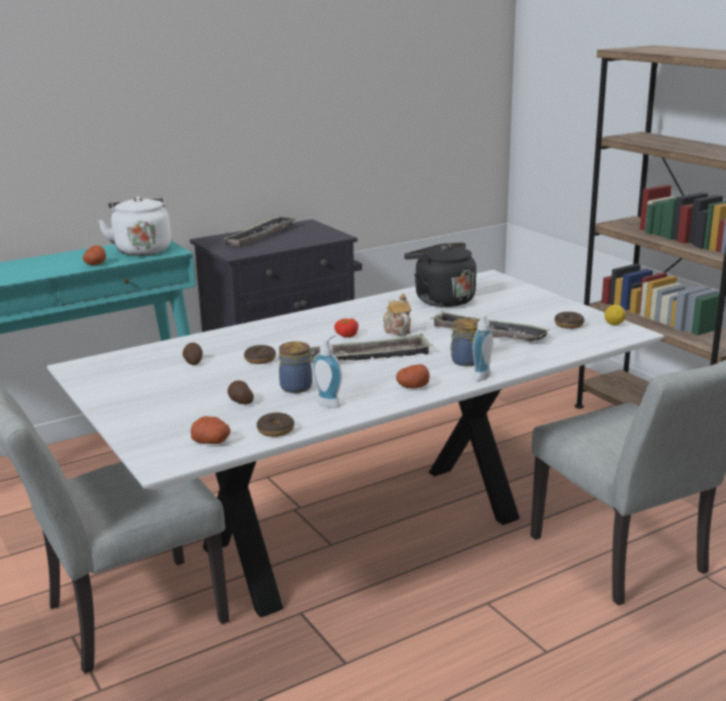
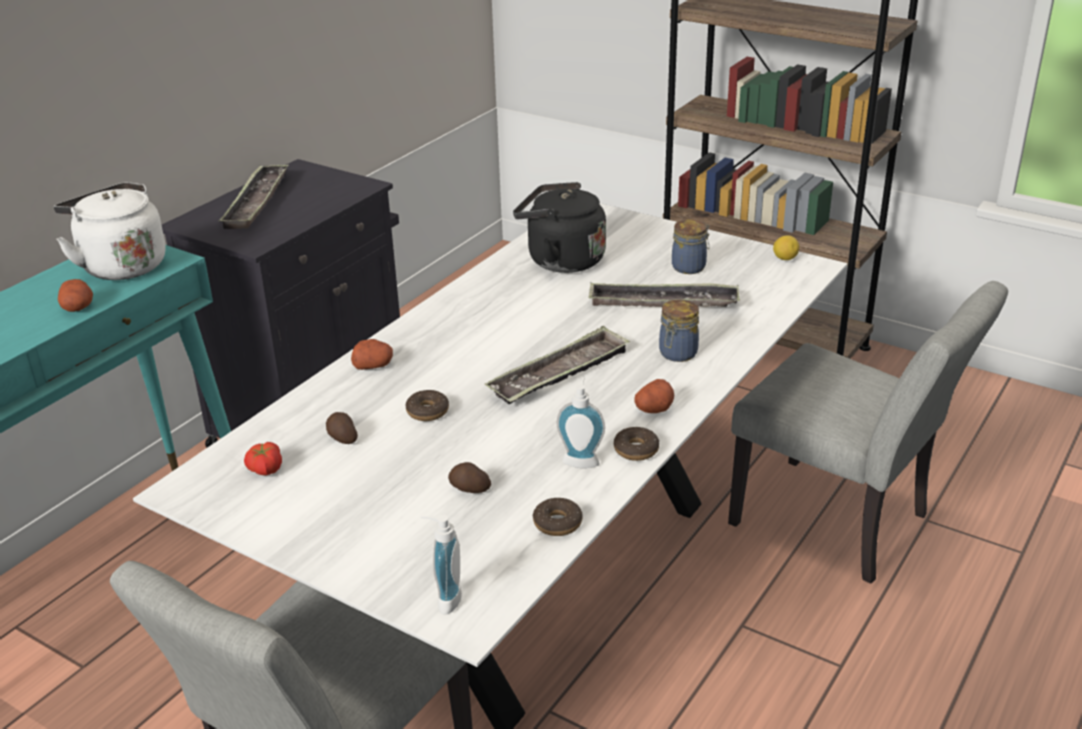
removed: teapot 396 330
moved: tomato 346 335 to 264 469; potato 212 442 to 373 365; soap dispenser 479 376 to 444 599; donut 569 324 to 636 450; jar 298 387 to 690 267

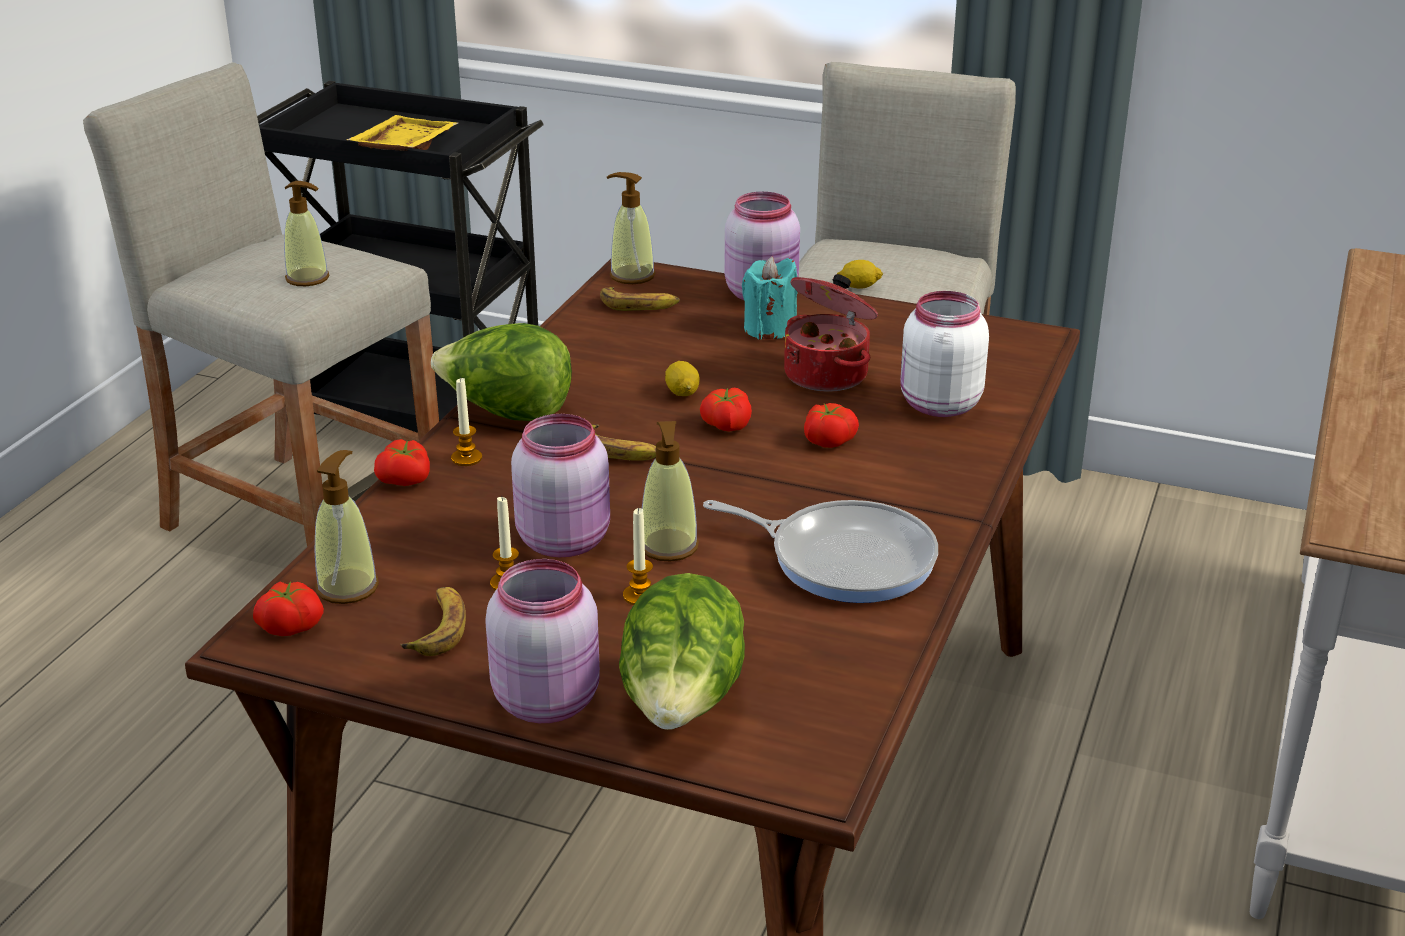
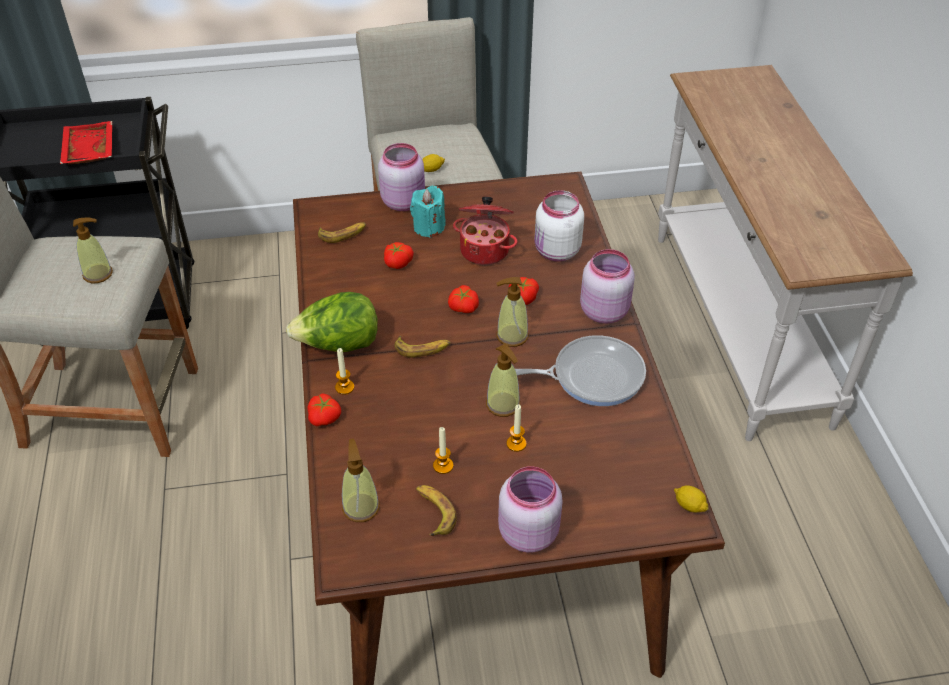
removed: lettuce 682 706
moved: tomato 291 625 to 397 262; soap dispenser 632 276 to 512 336; jar (pink) 565 539 to 604 310; lemon 682 393 to 689 505
recoloured: tray (yellow) 403 148 to tray (red) 88 152

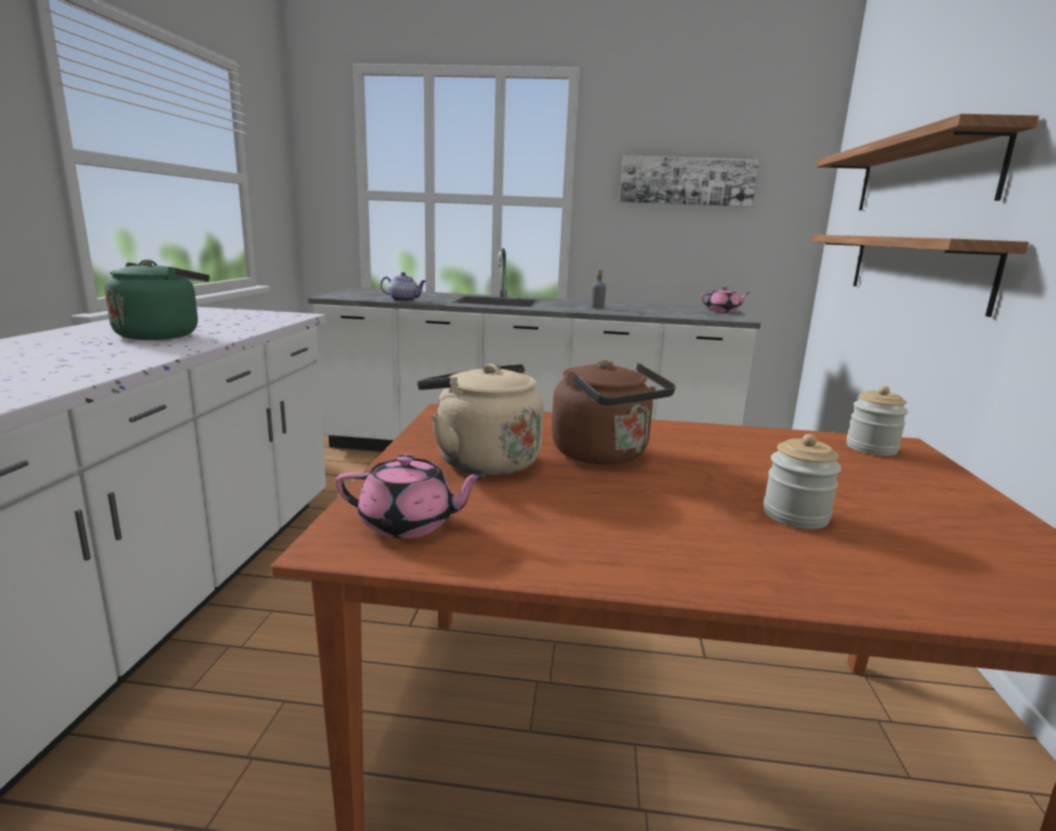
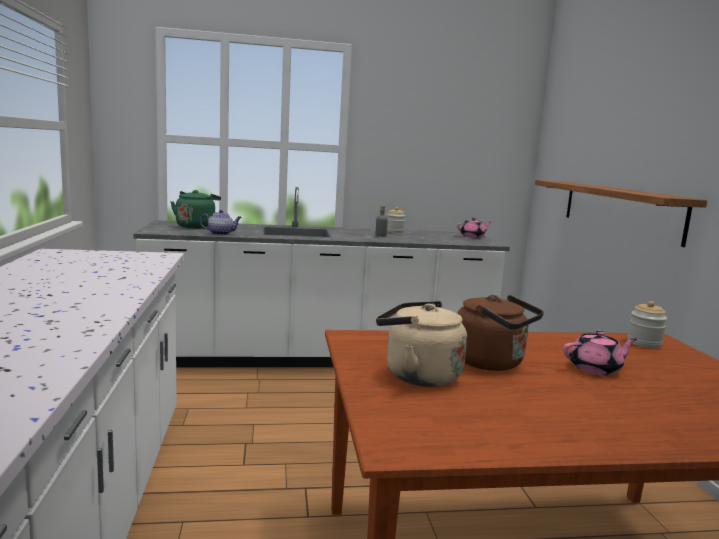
removed: picture 687 181; shelf 922 175
moved: kettle (green) 162 335 to 196 226; jar 795 515 to 394 231; teapot (pink) 409 524 to 596 369

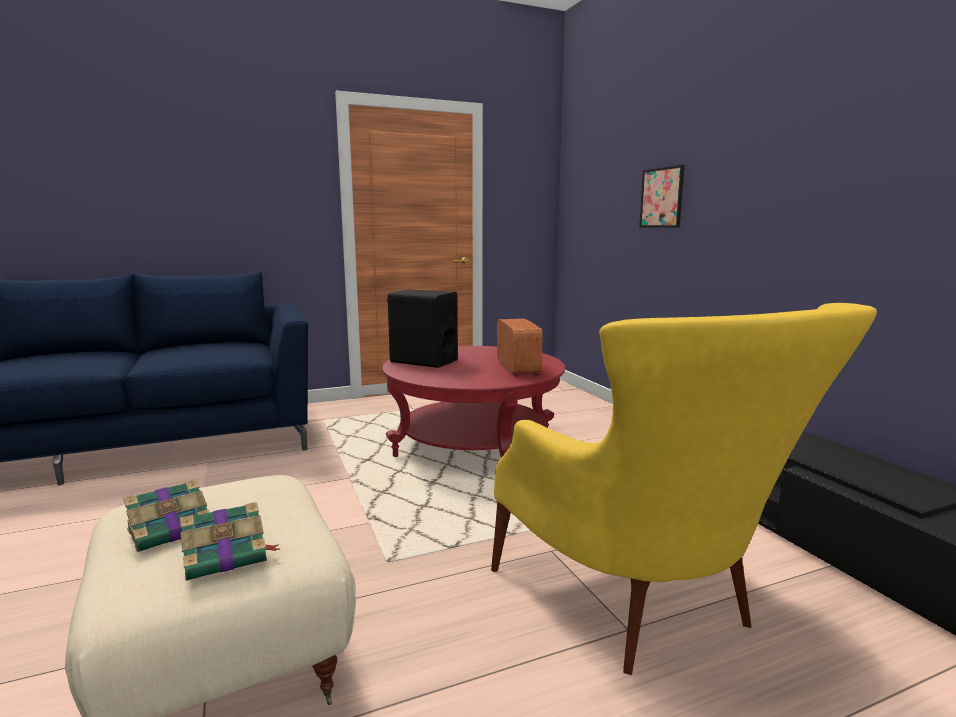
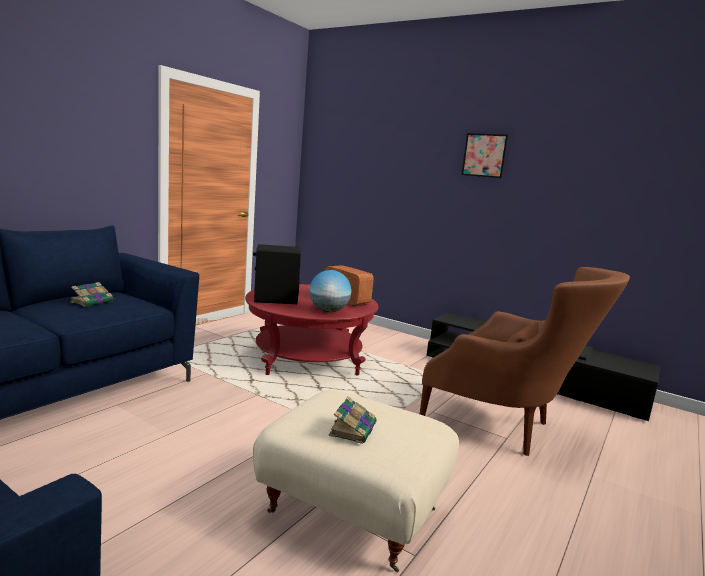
added: globe 328 311
moved: book 227 556 to 93 302; picture 661 197 to 484 155
recoloured: armchair (yellow) 648 610 to armchair (brown) 504 428

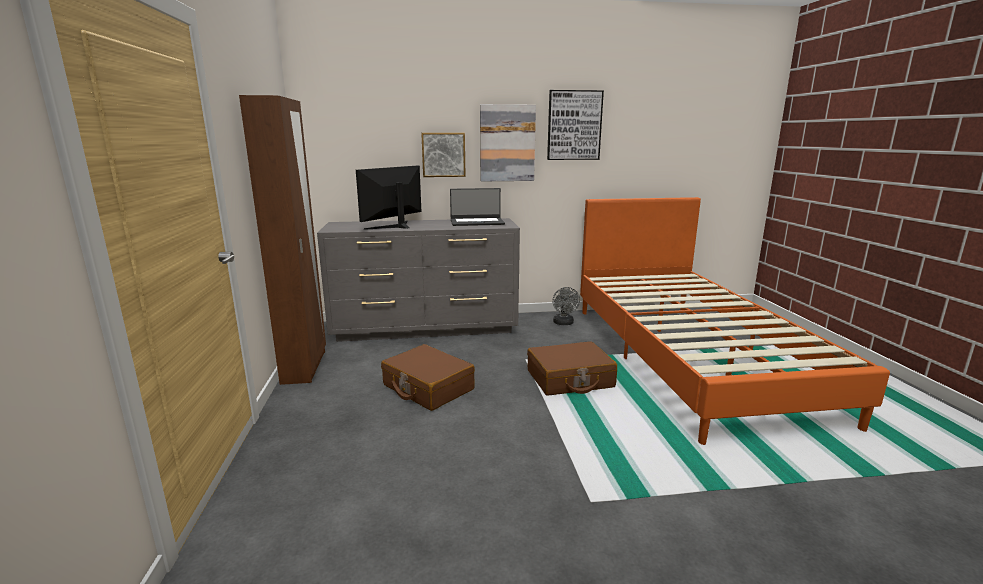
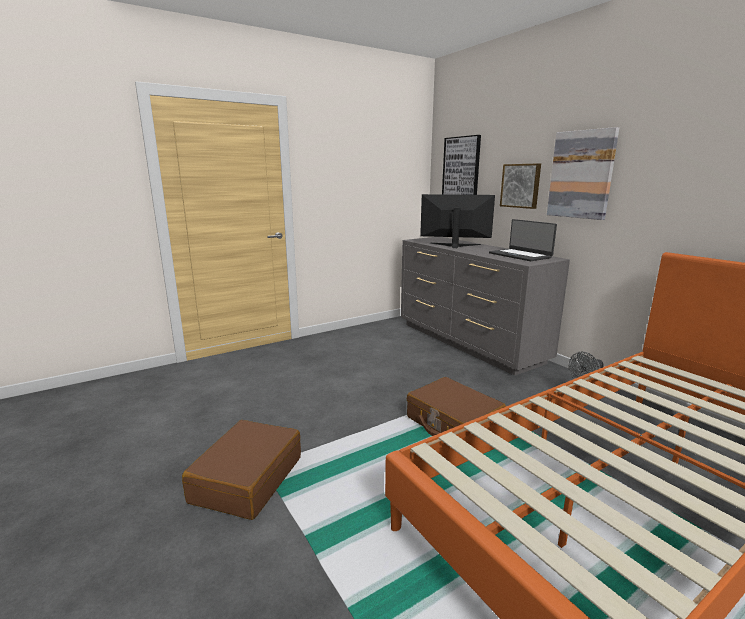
removed: wardrobe (brown) 305 367
moved: suitcase (brown) 427 387 to 247 479; picture 574 125 to 461 167

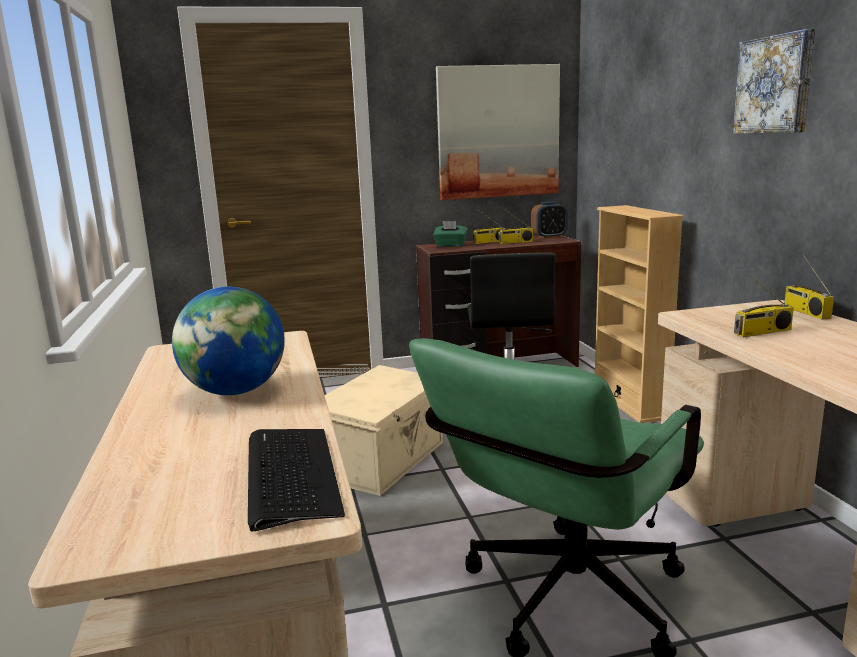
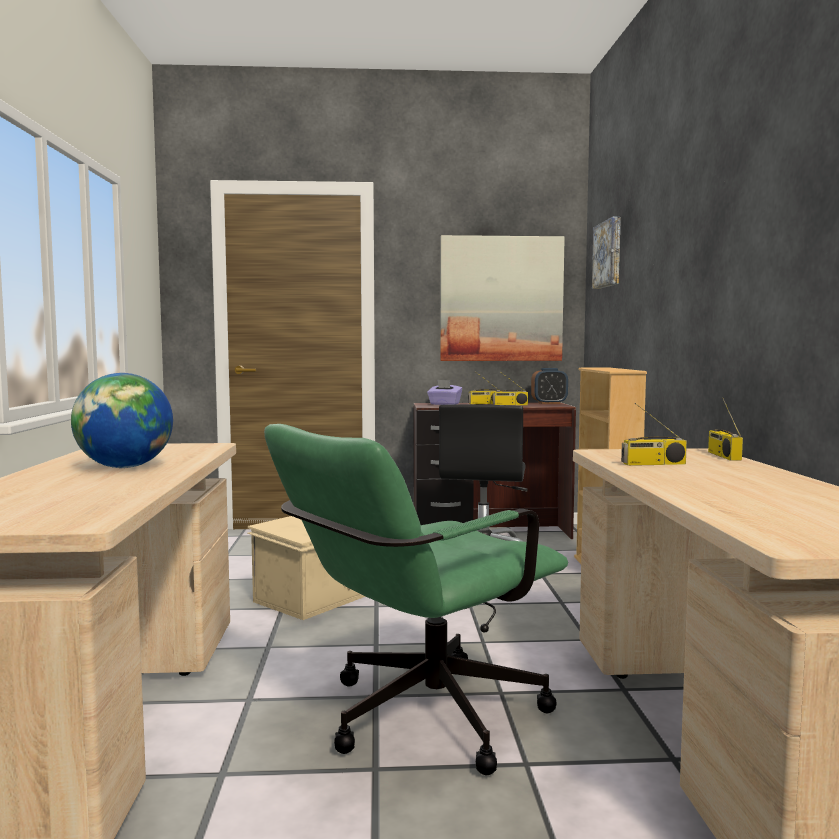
removed: keyboard 290 475
moved: picture 775 85 to 609 254
recoloured: tissue box (green) 450 245 to tissue box (purple) 444 404

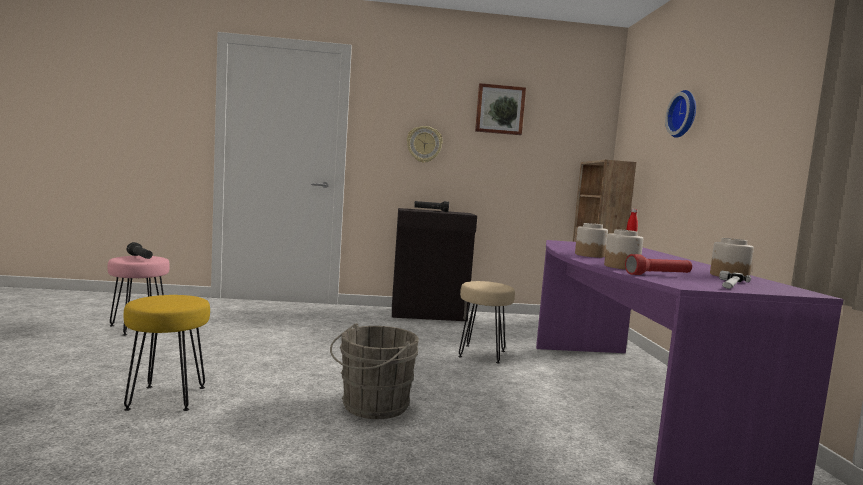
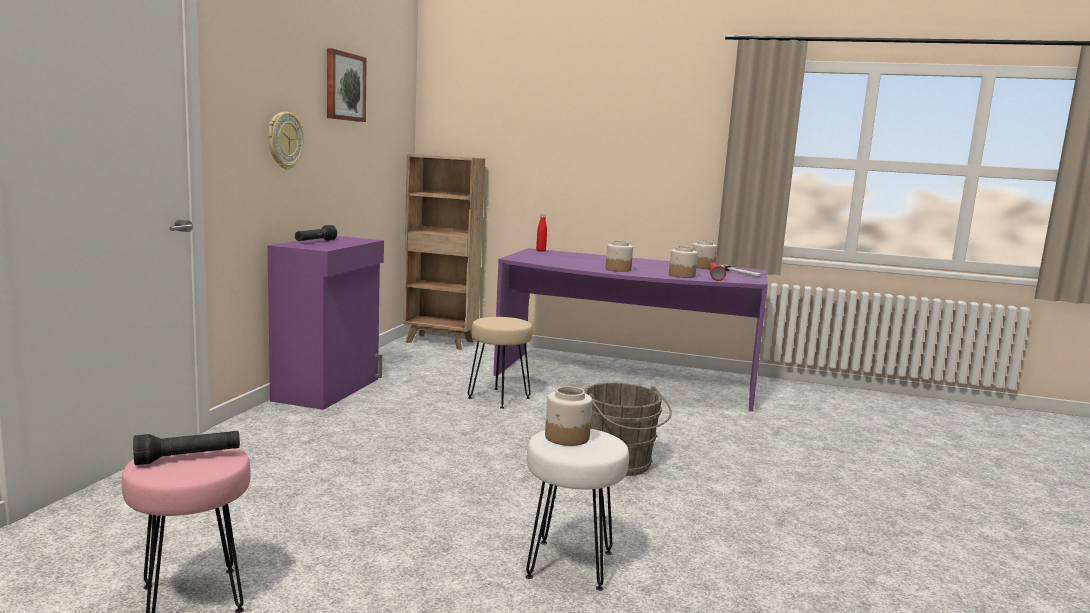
removed: wall clock 684 114
added: jar 567 437
recoloured: cabinet (black) 429 314 to cabinet (purple) 329 389; stool (yellow) 168 397 to stool (white) 569 564

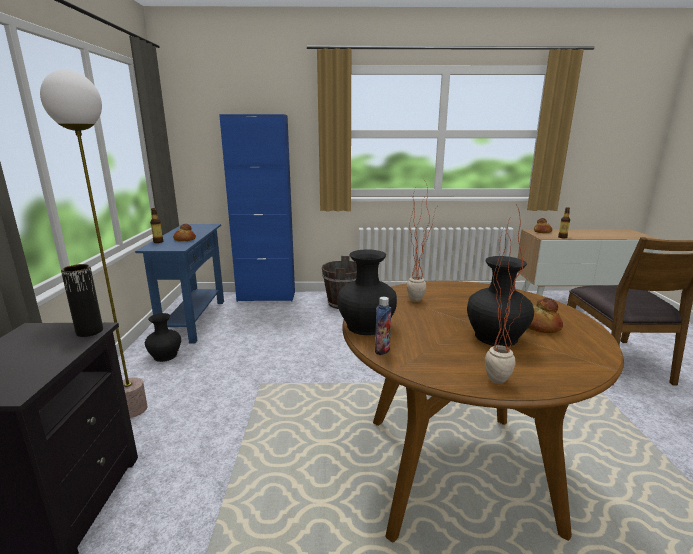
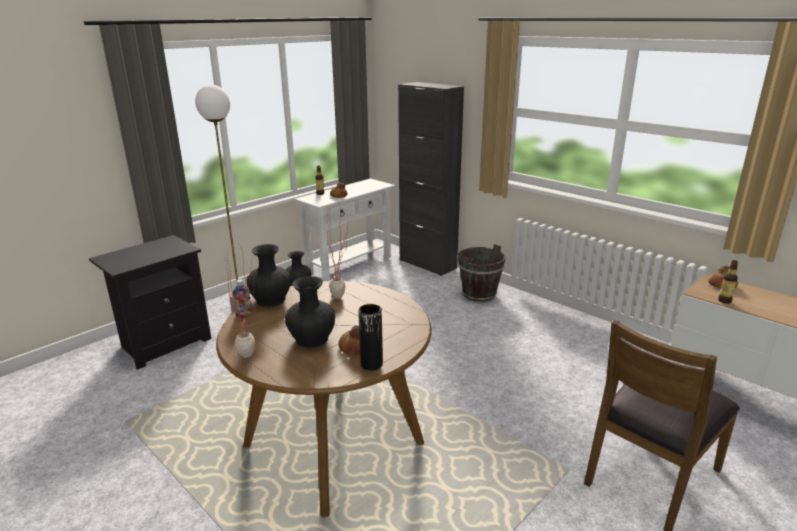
moved: vase (black) 89 331 to 371 364
recoloured: console table (blue) 194 320 to console table (white) 350 265; cabinet (blue) 266 296 to cabinet (black) 427 264

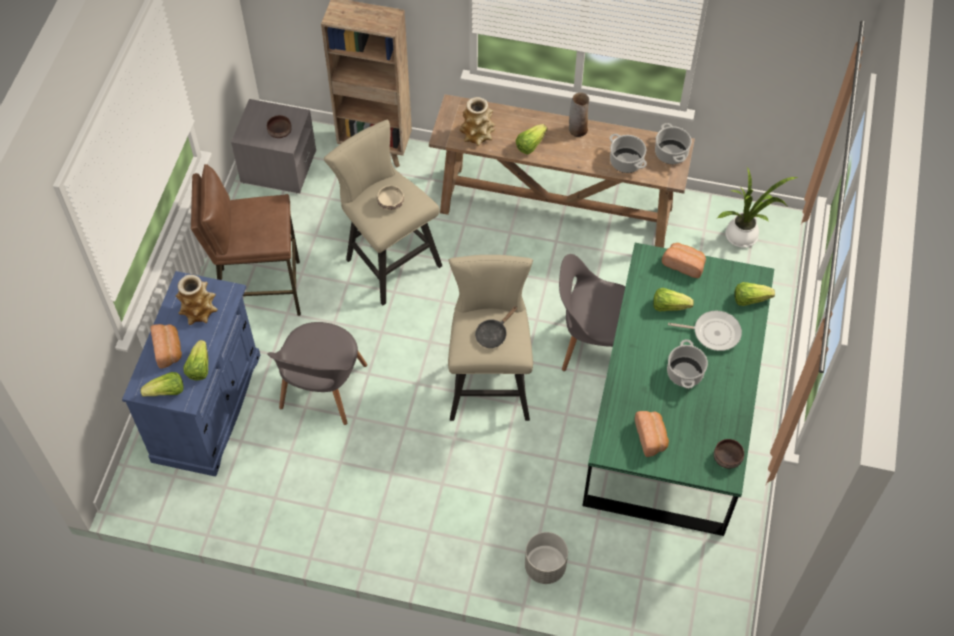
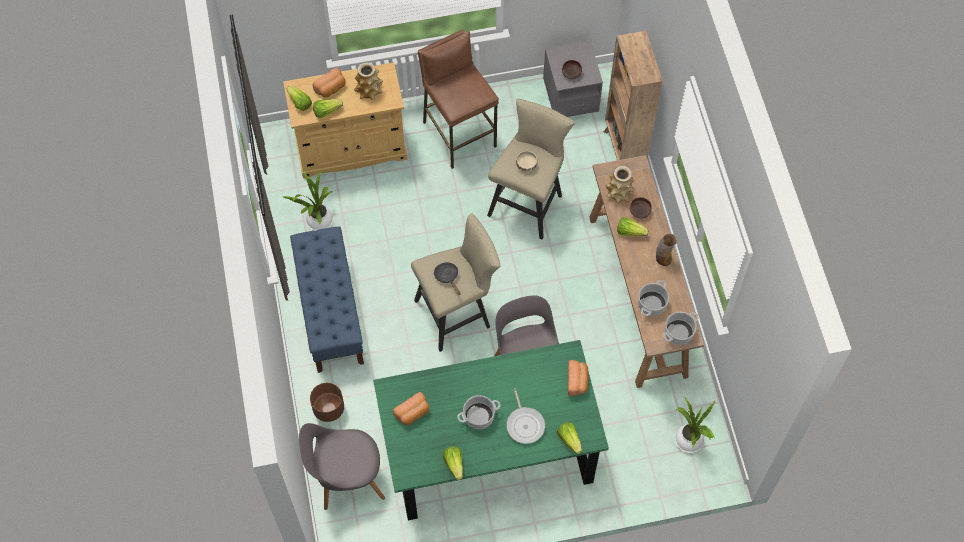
added: potted plant 318 222; bench (blue) 330 312
moved: chair (grey) 322 390 to 346 477; lettuce 669 306 to 454 464; bowl (brown) 726 457 to 640 210
recoloured: cabinet (blue) 207 407 to cabinet (beige) 351 148; planter (grey) 545 567 to planter (brown) 328 409
turned: frying pan (black) 493 334 = 447 277 45 degrees clockwise

